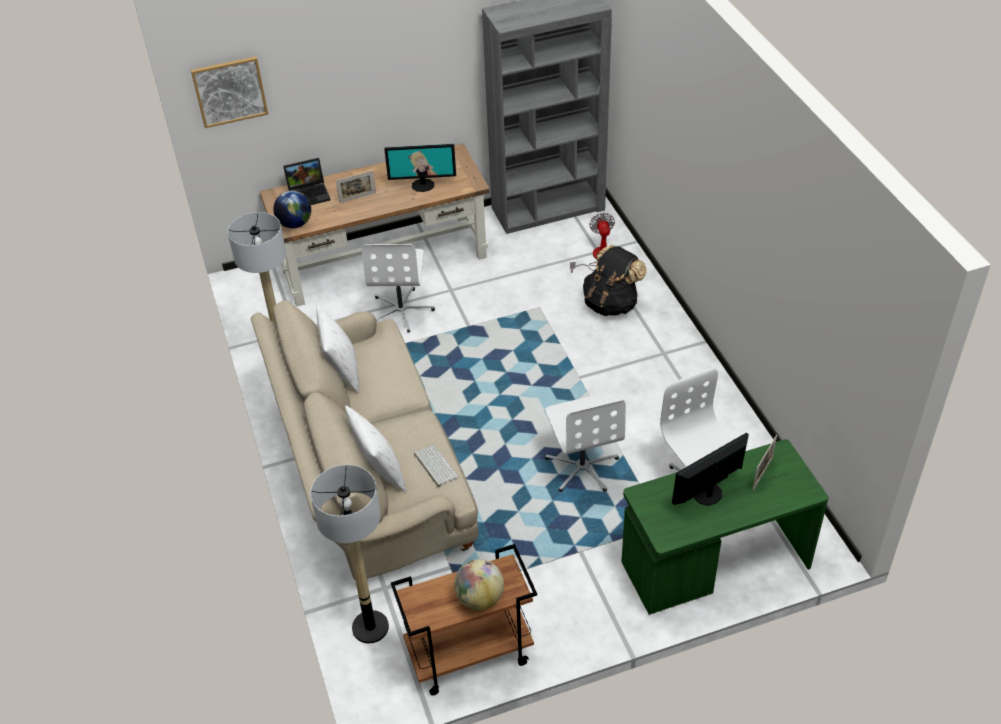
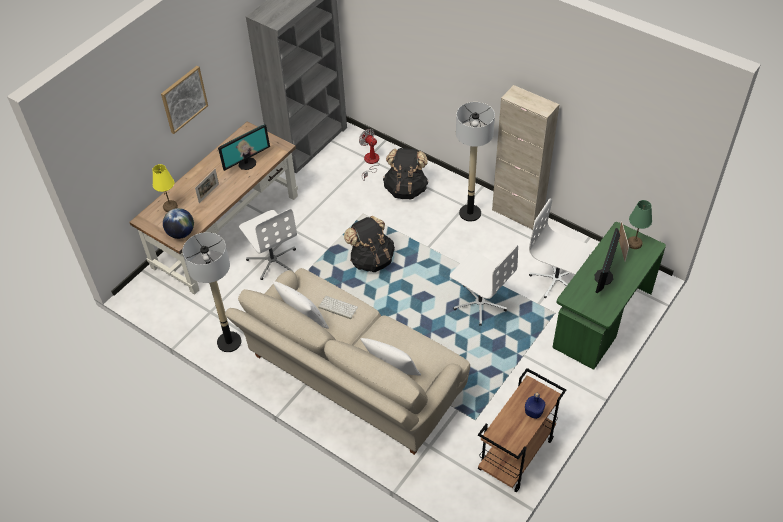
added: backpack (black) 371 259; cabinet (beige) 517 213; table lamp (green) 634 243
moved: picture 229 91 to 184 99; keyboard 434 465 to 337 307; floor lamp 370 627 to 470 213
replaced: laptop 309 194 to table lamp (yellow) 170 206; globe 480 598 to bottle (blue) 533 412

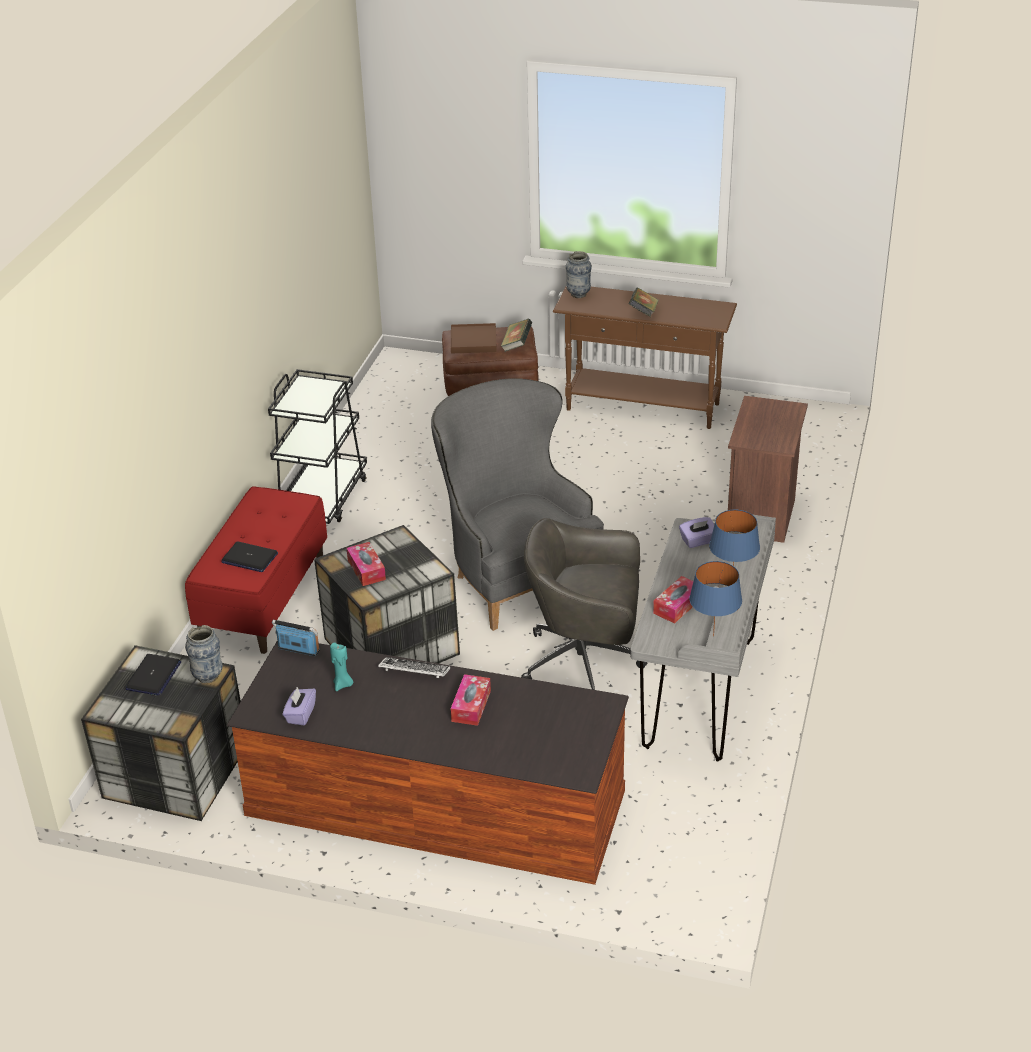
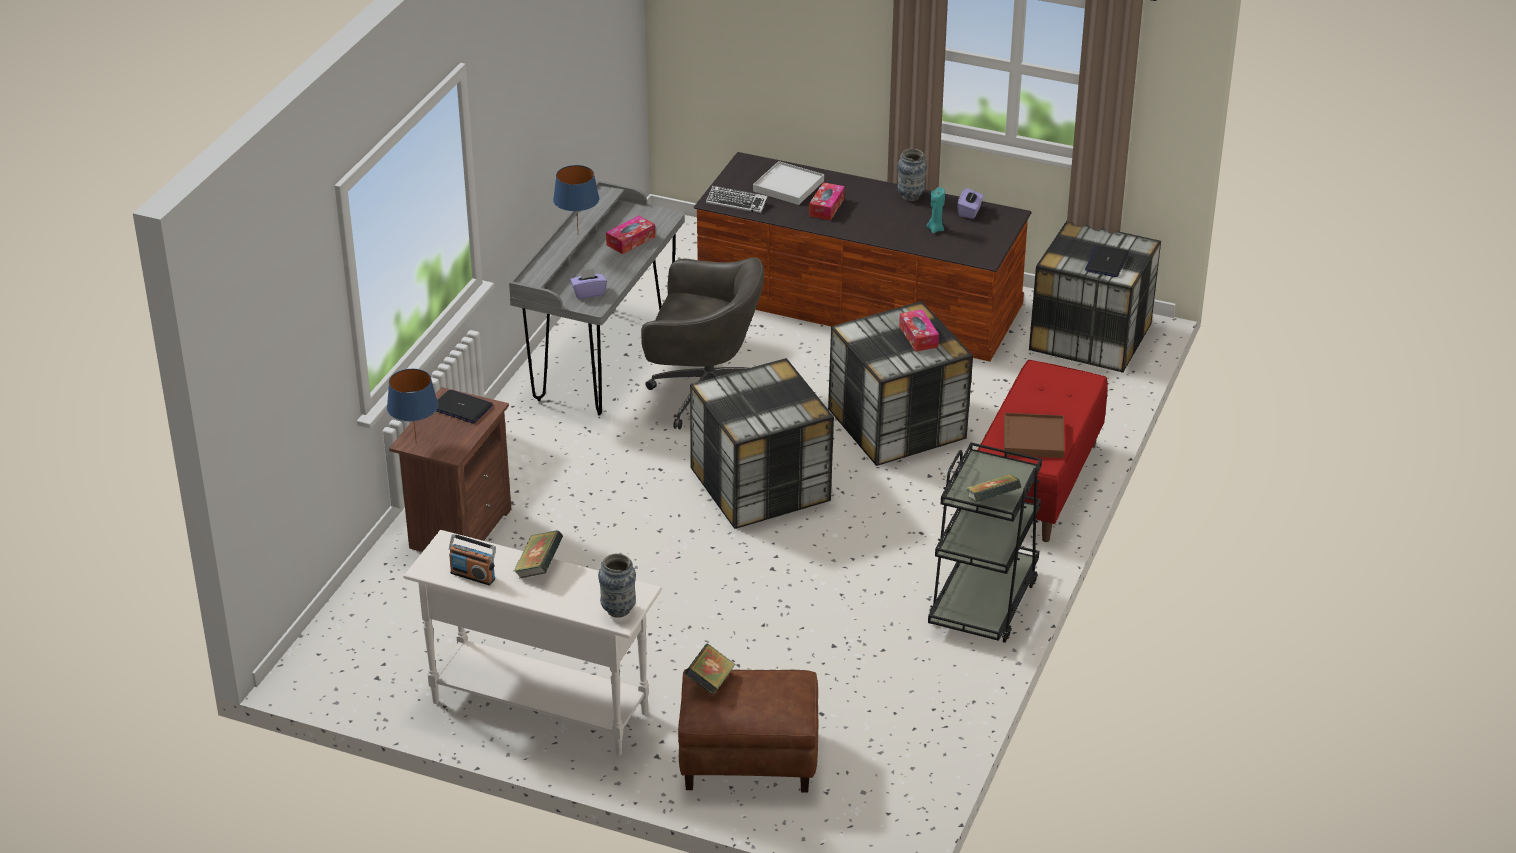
added: tray (white) 788 186; book 992 501
moved: table lamp (blue) 713 635 to 416 443; laptop 249 558 to 462 408; radio 298 649 to 473 575; keyboard 414 671 to 736 203; vase 208 676 to 911 196; tray (brown) 473 341 to 1033 439
replaced: armchair (grey) 515 576 to storage box 759 486
recoloured: console table (brown) 643 407 to console table (white) 539 707

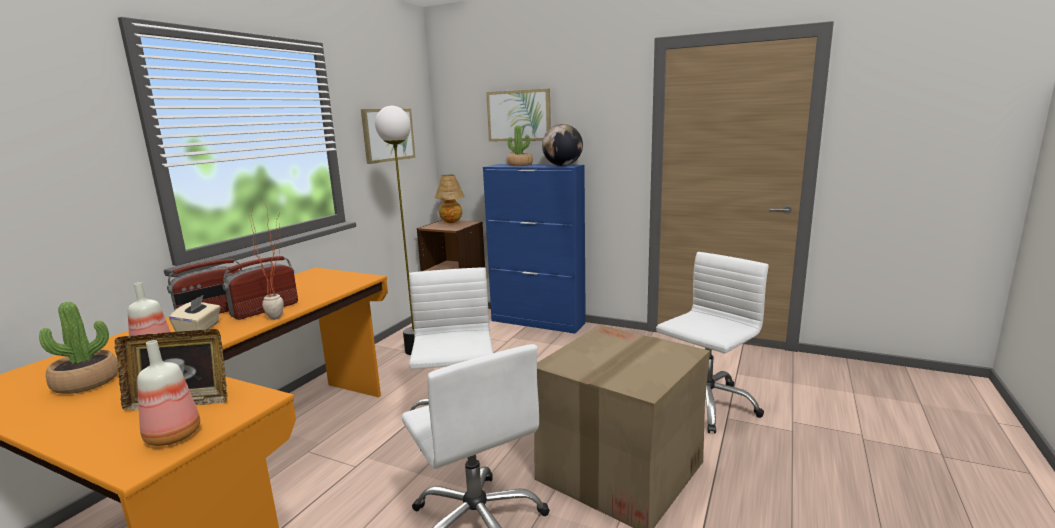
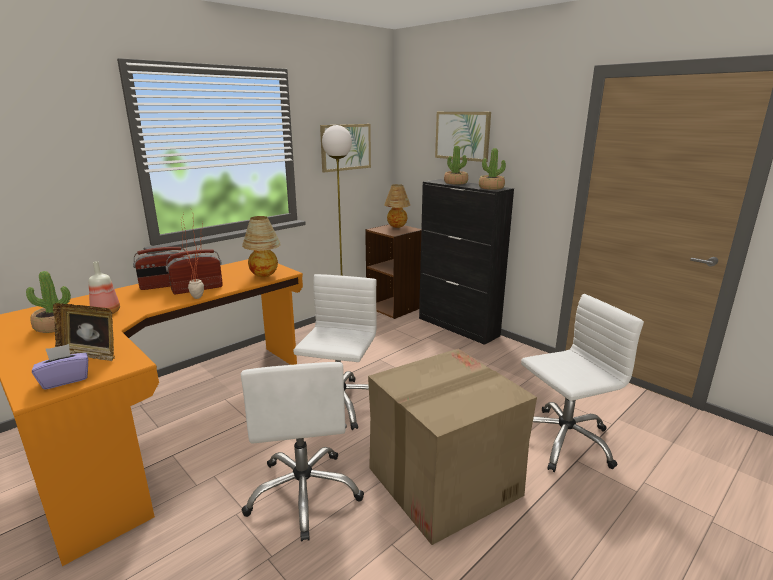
removed: tissue box (beige) 199 329
added: table lamp 264 276
replaced: bottle 172 437 to tissue box (purple) 65 380; globe 562 165 to potted plant 491 188
recoloured: cabinet (blue) 538 322 to cabinet (black) 458 327

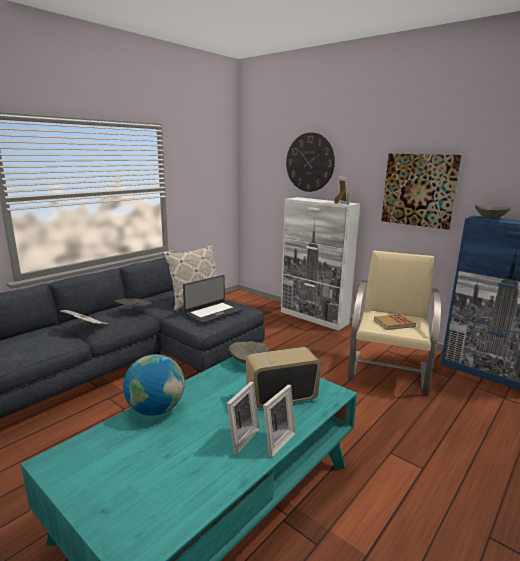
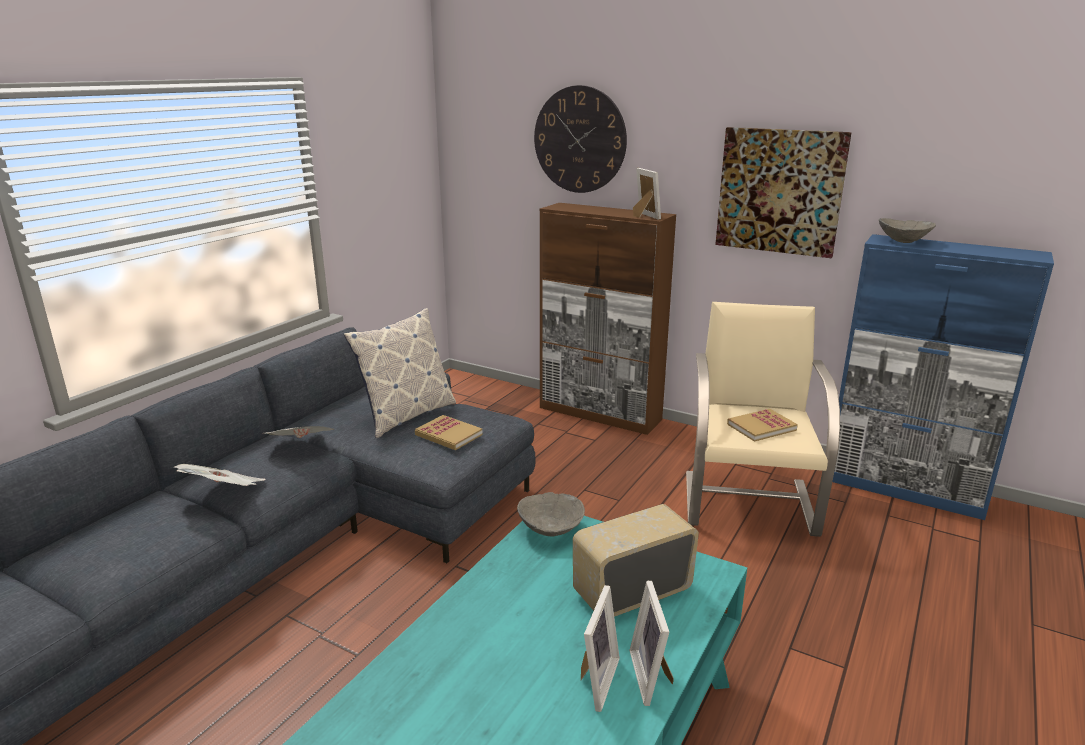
removed: globe 156 409
replaced: laptop 213 312 to book 448 435
recoloured: cabinet (white) 314 318 to cabinet (brown) 600 414
turned: picture frame 275 441 = 652 676 150 degrees clockwise

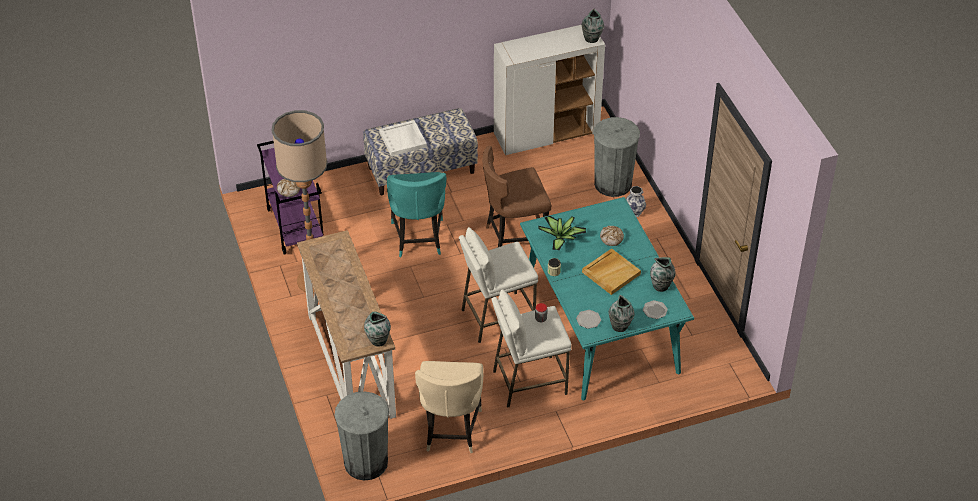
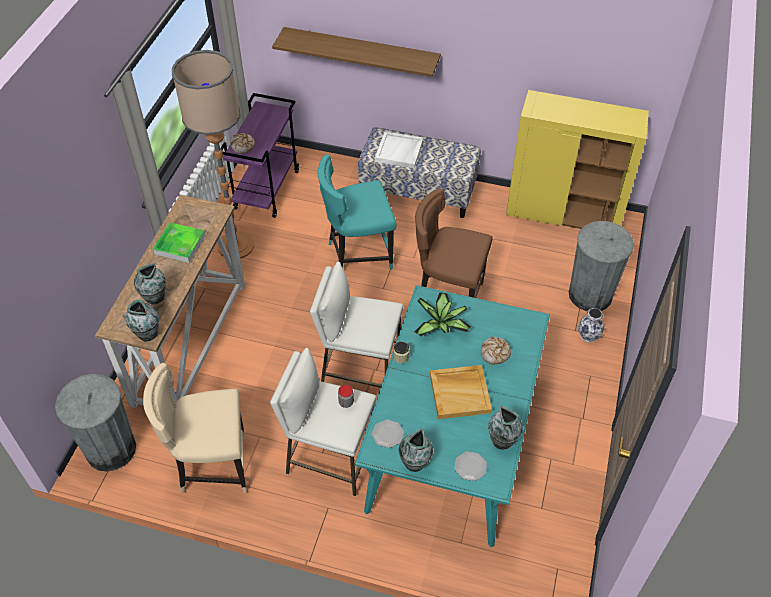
added: tray 180 244; shelf 361 51
moved: vase 591 39 to 154 298
recoloured: cabinet (white) 546 134 to cabinet (yellow) 564 214
turned: chair (beige) 450 431 = 212 465 45 degrees clockwise; chair (turquoise) 418 239 = 358 254 45 degrees clockwise

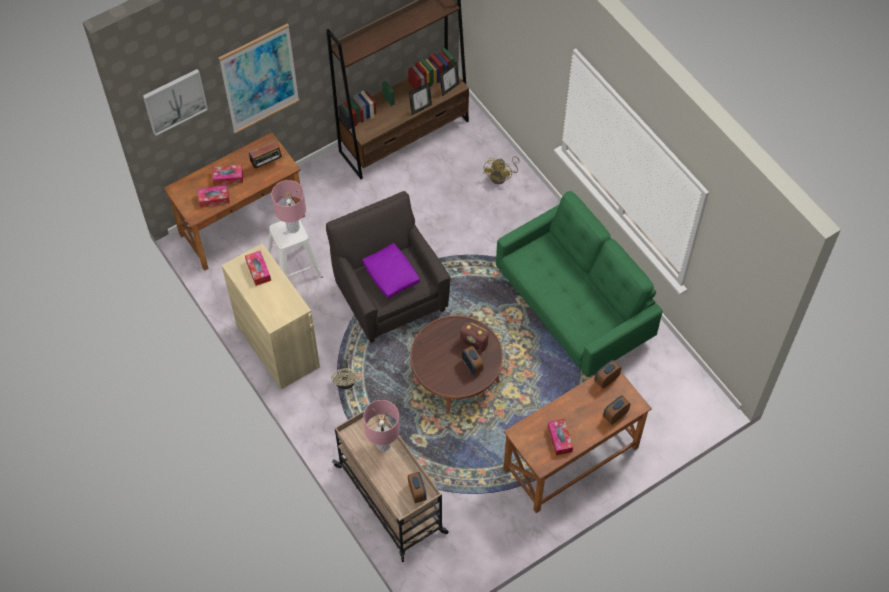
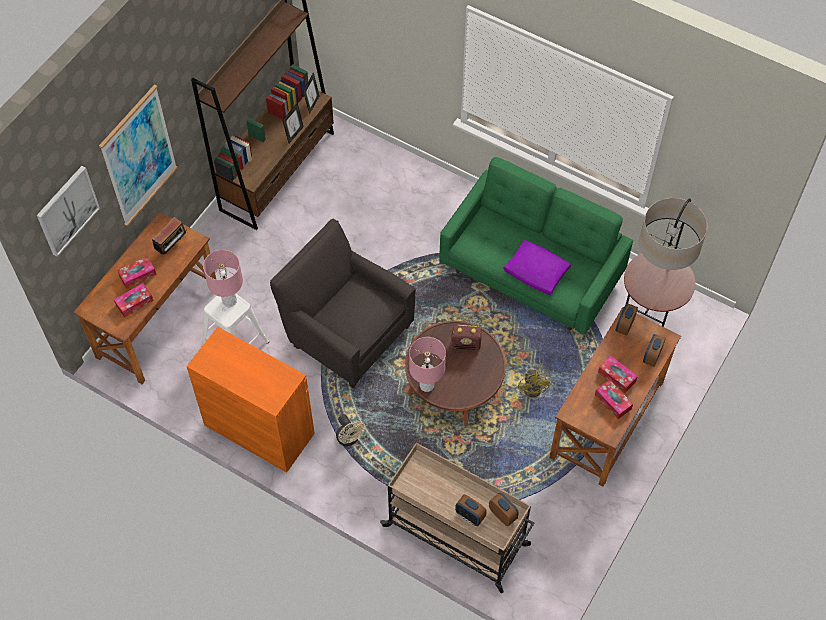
added: floor lamp 648 317
moved: table lamp (pink) 383 444 to 427 385; alarm clock 472 366 to 470 516; pillow (purple) 391 275 to 537 272; fan (yellow) 501 177 to 535 386; tissue box 258 270 to 616 377
recoloured: cabinet (beige) 277 345 to cabinet (orange) 259 429

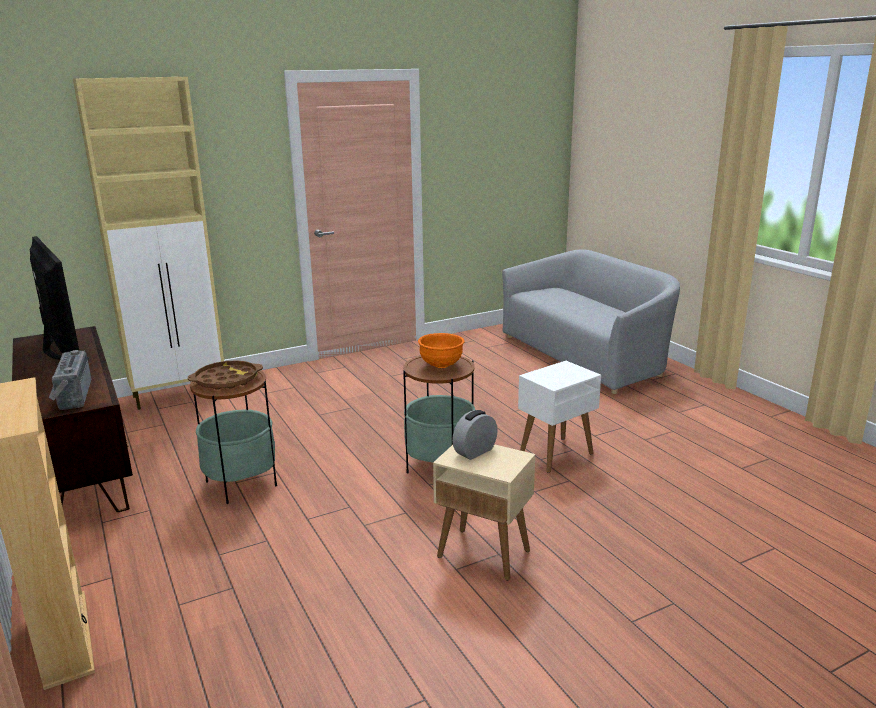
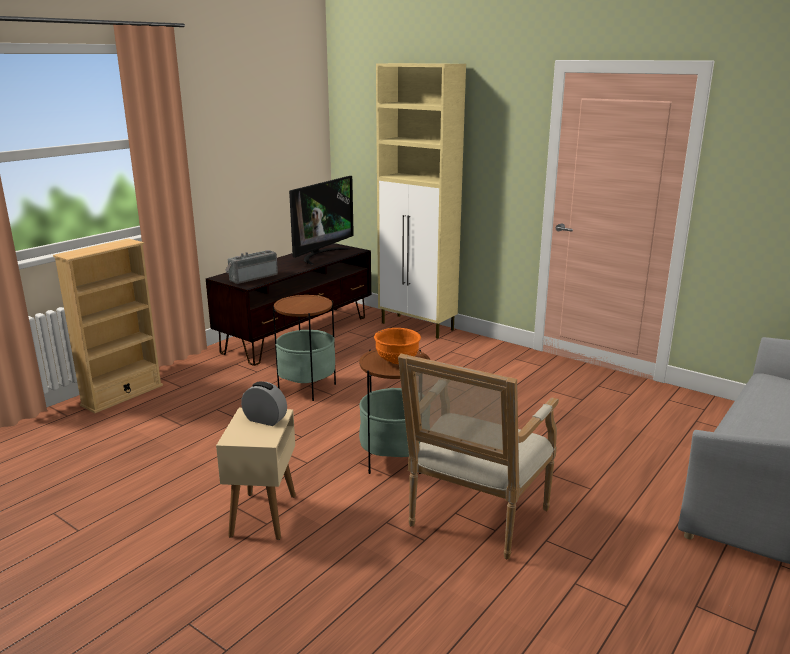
removed: tray (brown) 226 380
replaced: side table (white) 555 455 to armchair 473 520

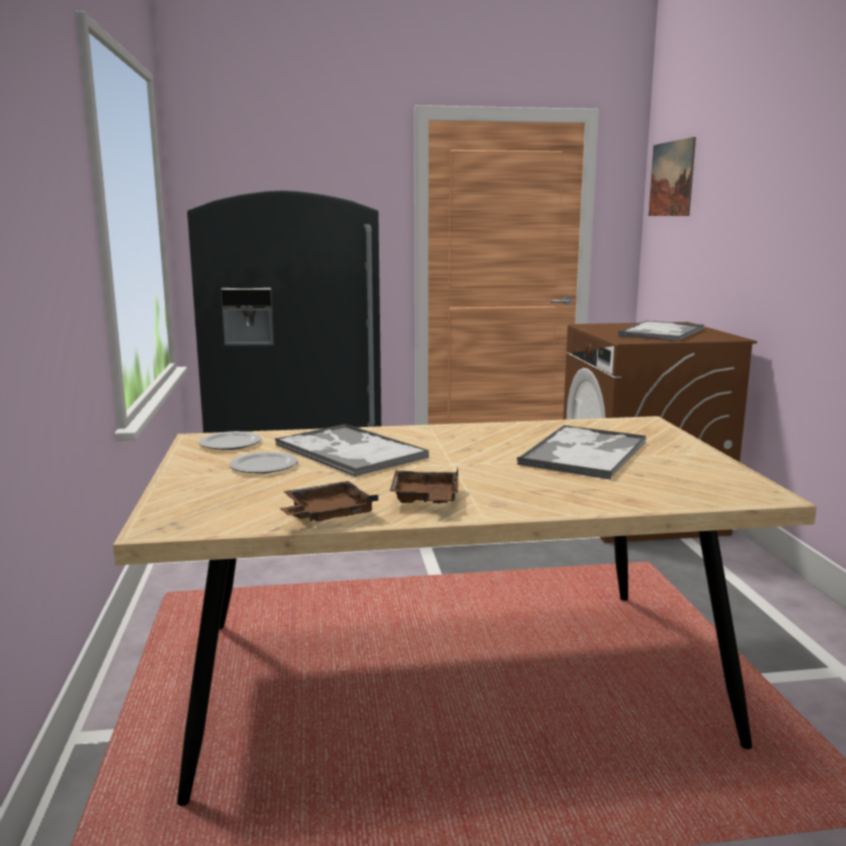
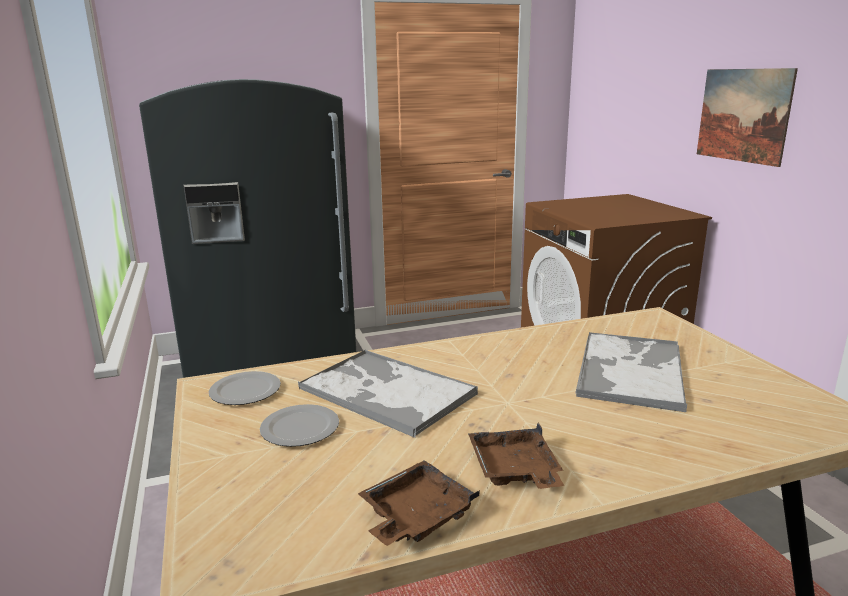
removed: tray 661 333
moved: picture 671 179 to 743 115

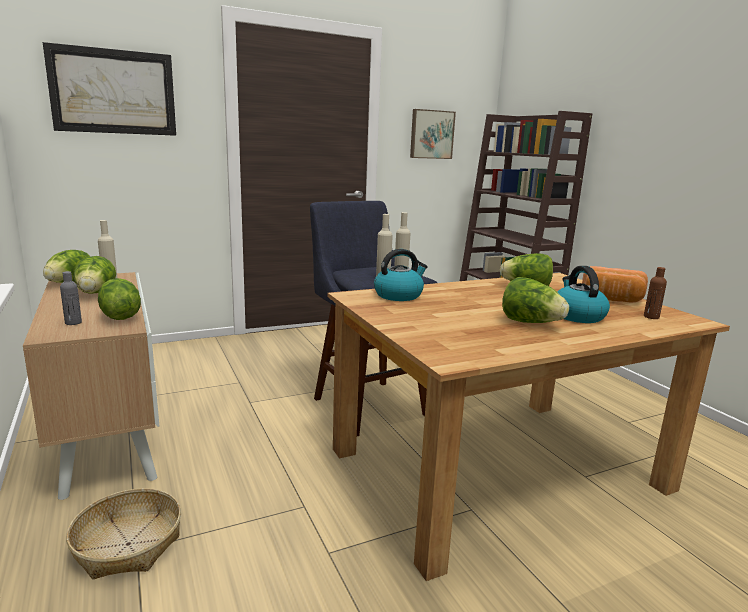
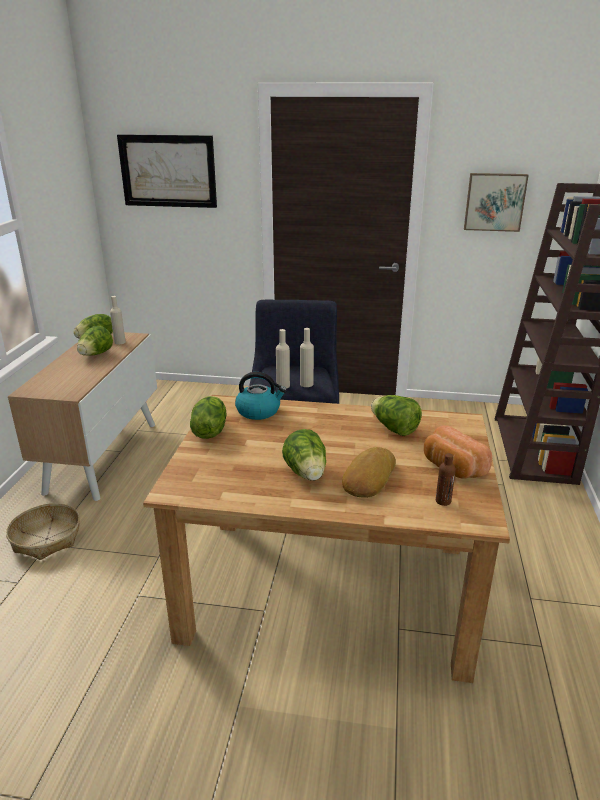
removed: bottle (grey) 73 322
moved: lettuce 119 316 to 209 431
replaced: kettle 577 316 to bread 367 478

